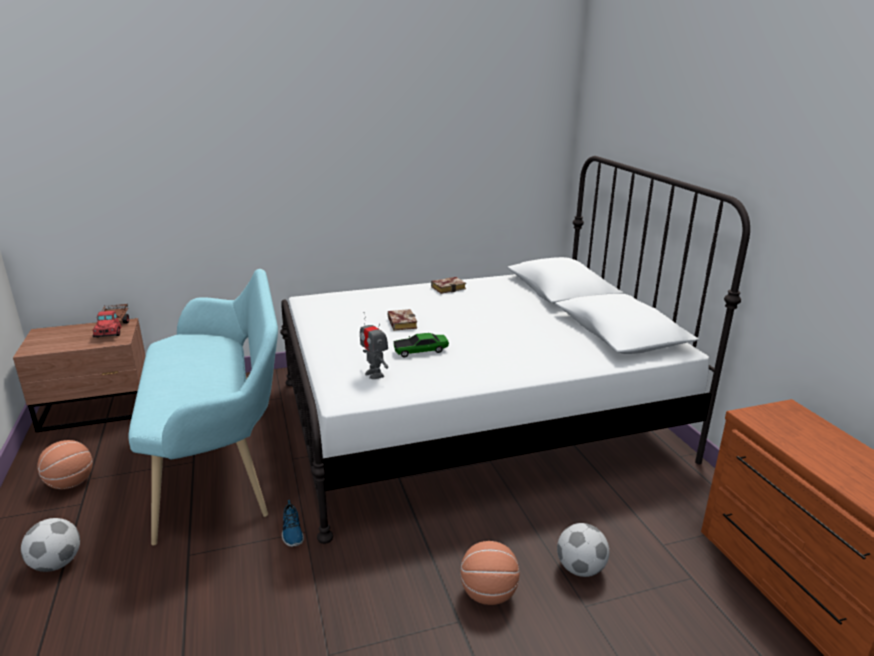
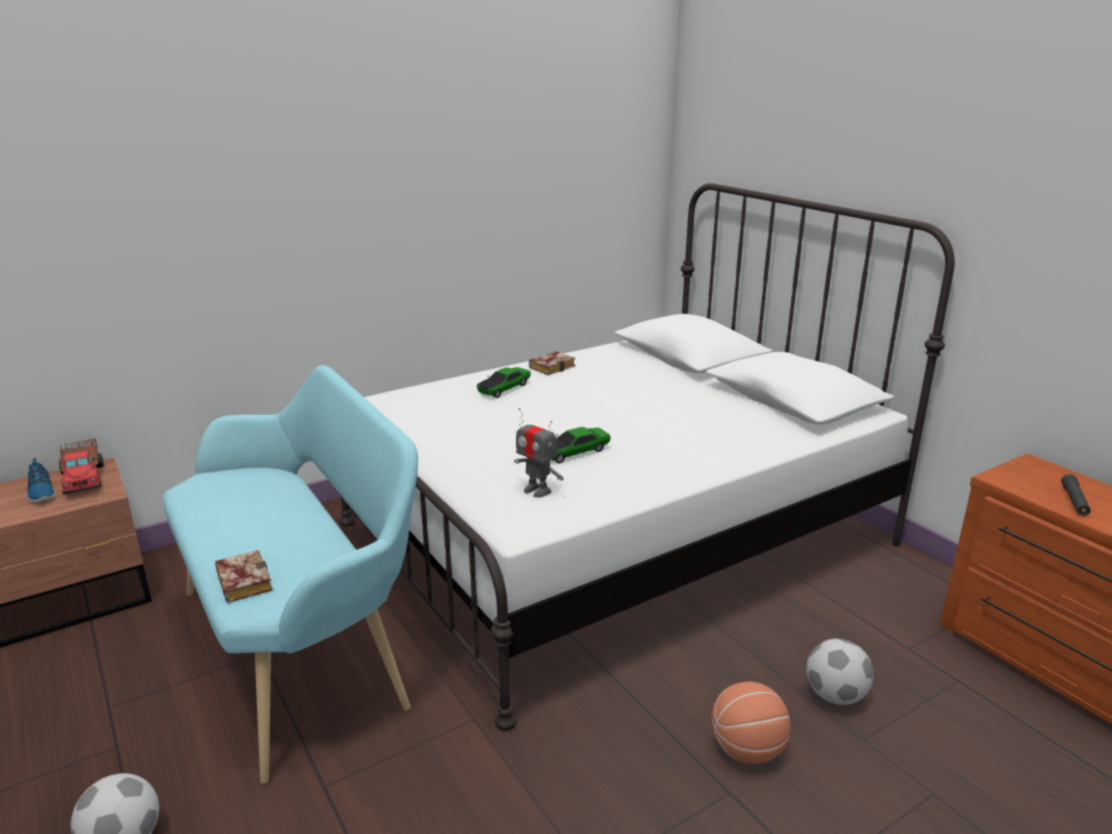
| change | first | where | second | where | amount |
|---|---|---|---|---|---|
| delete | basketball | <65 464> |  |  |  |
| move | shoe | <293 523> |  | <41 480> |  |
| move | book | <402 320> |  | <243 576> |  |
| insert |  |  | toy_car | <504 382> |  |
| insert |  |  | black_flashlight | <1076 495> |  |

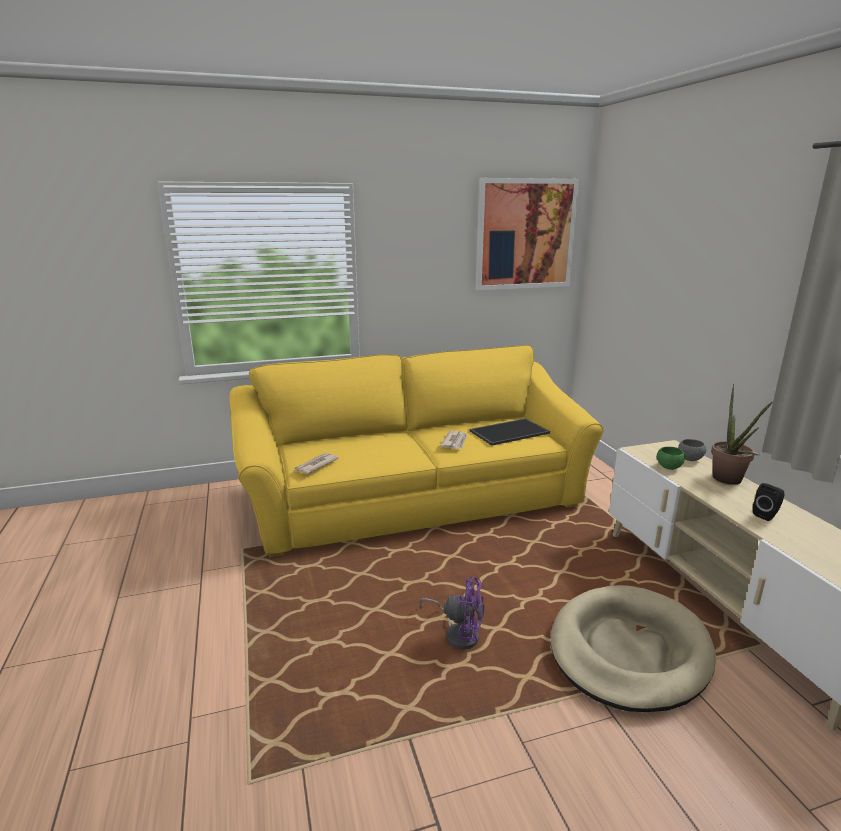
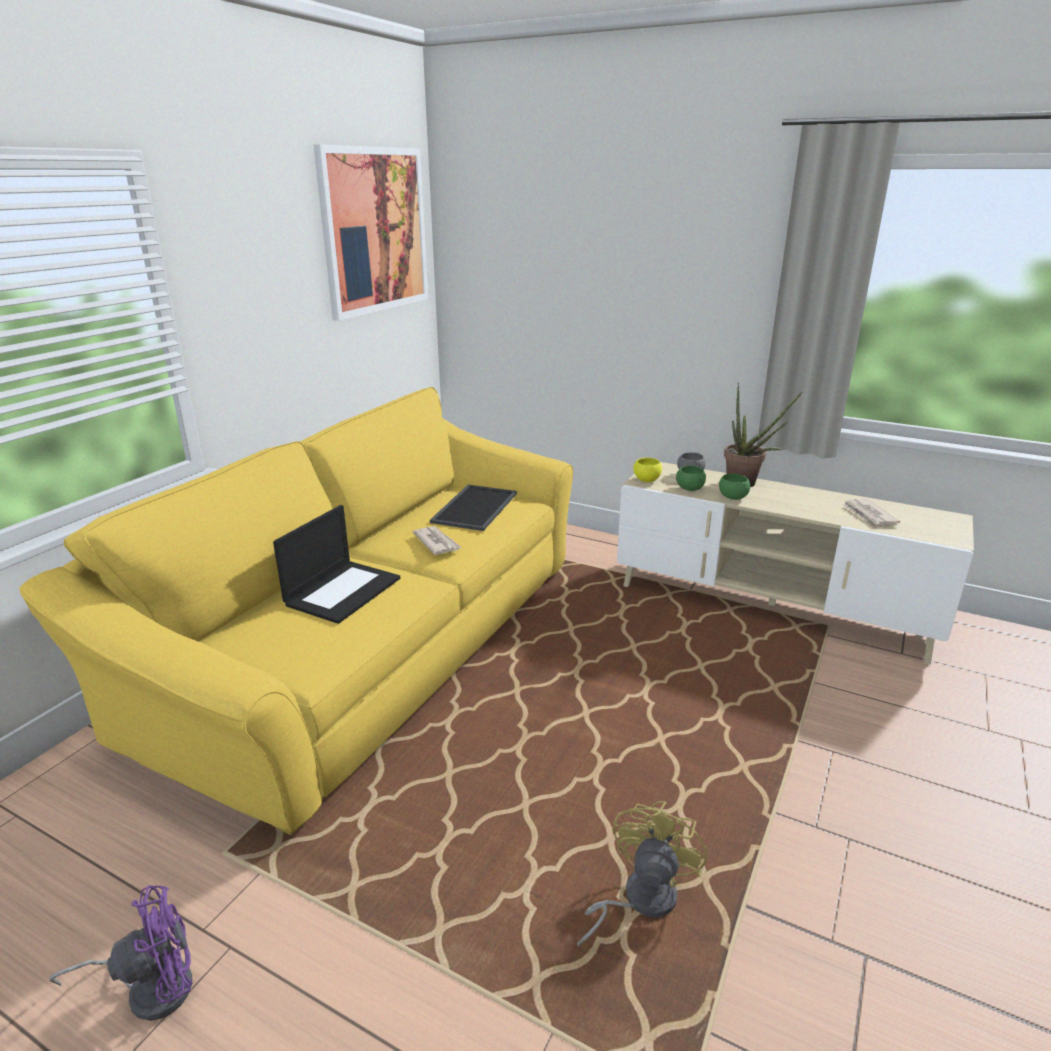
| change | first | where | second | where | amount |
|---|---|---|---|---|---|
| move | newspaper | <316 463> |  | <871 514> |  |
| move | purple_fan | <451 613> |  | <121 953> |  |
| delete | beige_dog_bed | <633 648> |  |  |  |
| delete | black_speaker | <768 502> |  |  |  |
| insert |  |  | laptop | <336 564> |  |
| insert |  |  | yellow_fan | <642 873> |  |
| insert |  |  | yellow_bowl | <647 470> |  |
| insert |  |  | green_bowl | <734 487> |  |

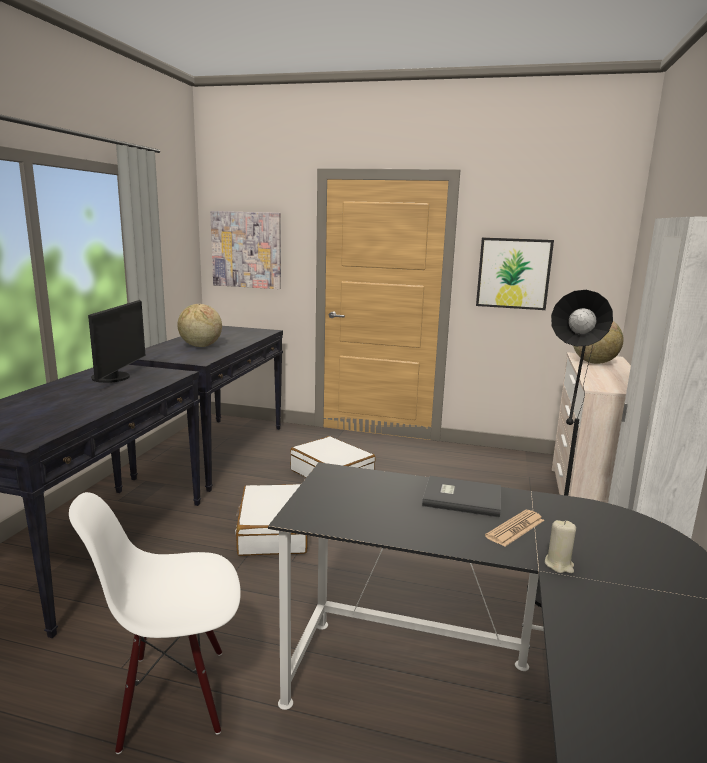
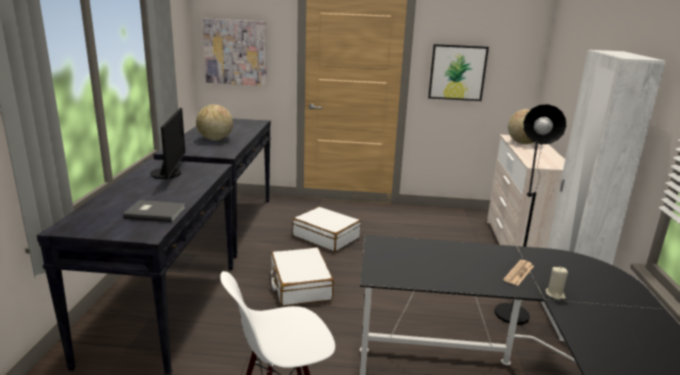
| change | first | where | second | where | amount |
|---|---|---|---|---|---|
| move | grey_book | <461 497> |  | <154 211> |  |

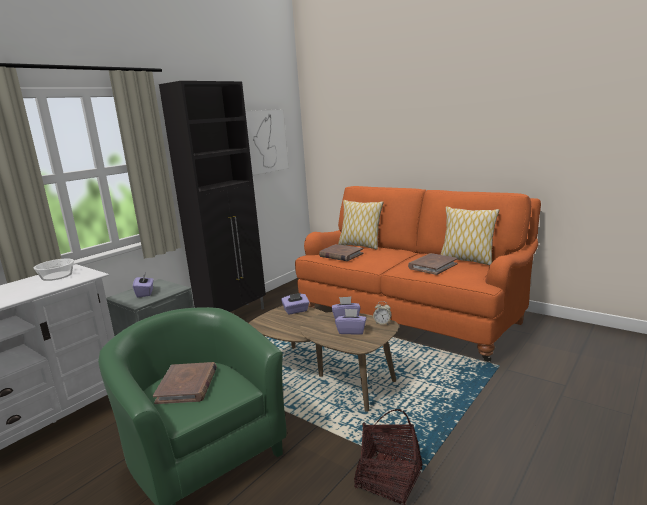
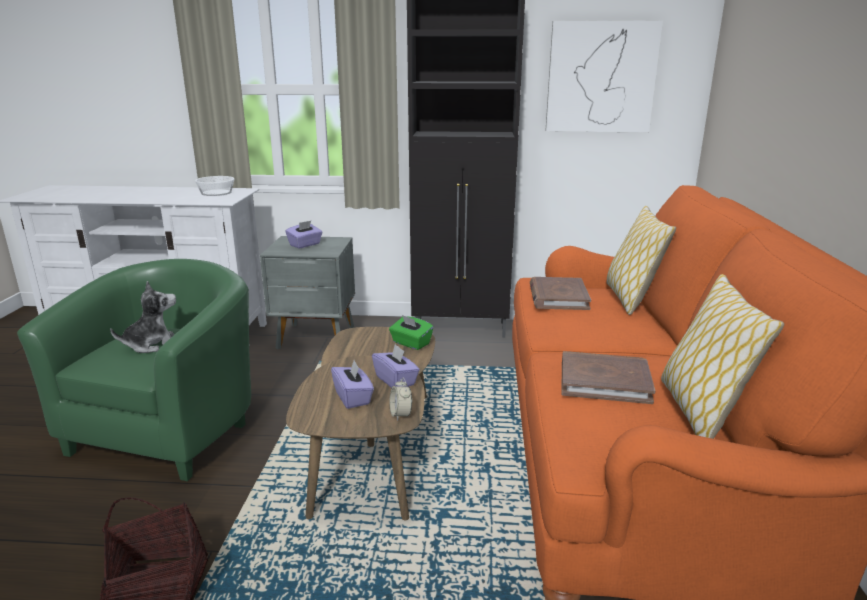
| change | first | where | second | where | amount |
|---|---|---|---|---|---|
| replace | brown_book | <185 383> | plush_toy | <143 317> |  |
| recolor | purple_tissue_box | <295 304> | green_tissue_box | <411 332> |  |

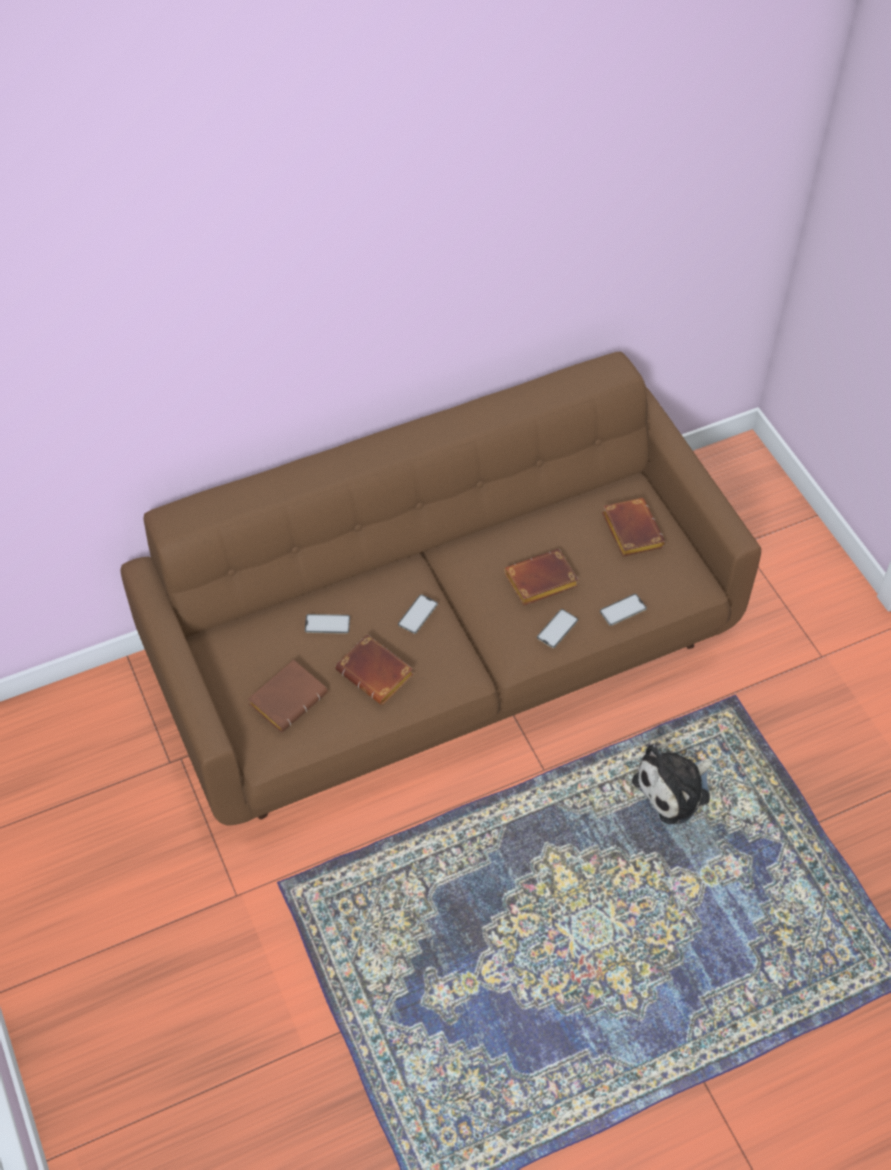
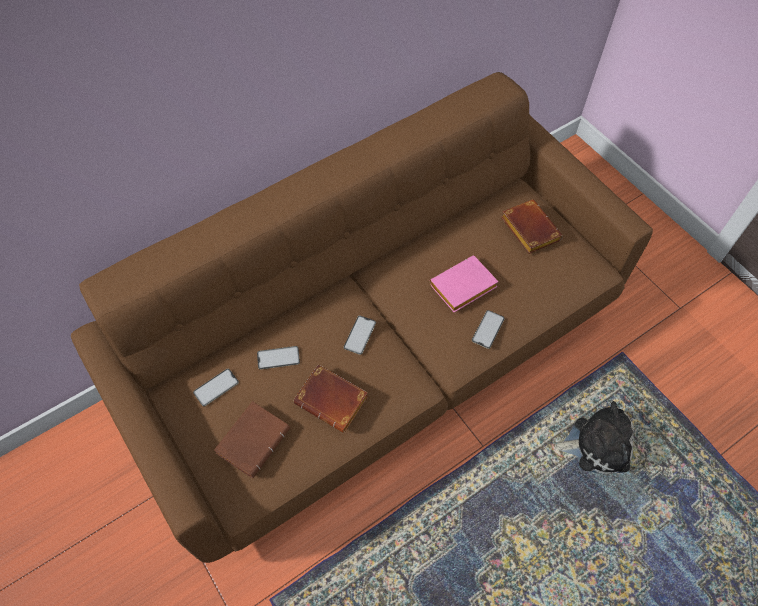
| change | first | where | second | where | amount |
|---|---|---|---|---|---|
| recolor | brown_book | <541 577> | pink_book | <464 283> |  |
| move | phone | <623 610> |  | <216 387> |  |
| rotate | plush_toy | <672 784> |  | <594 438> | 135 degrees counterclockwise |

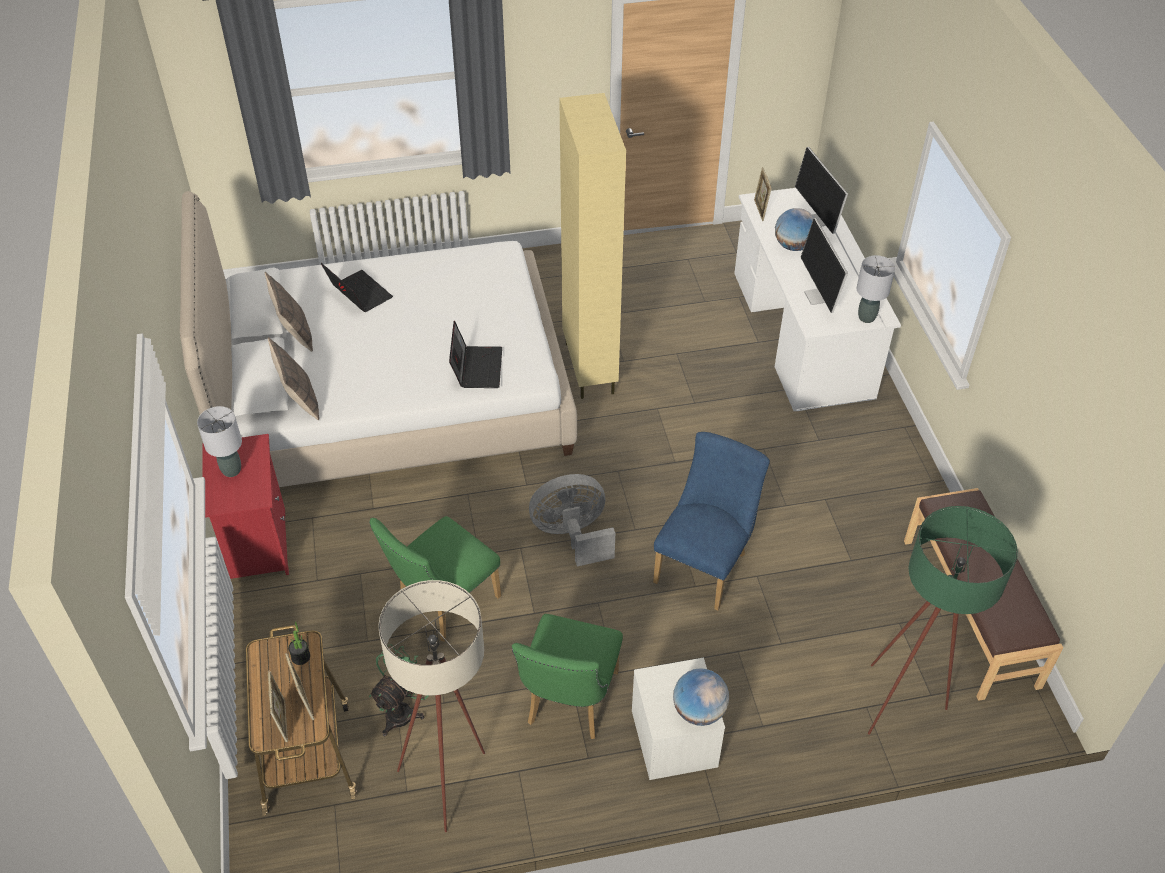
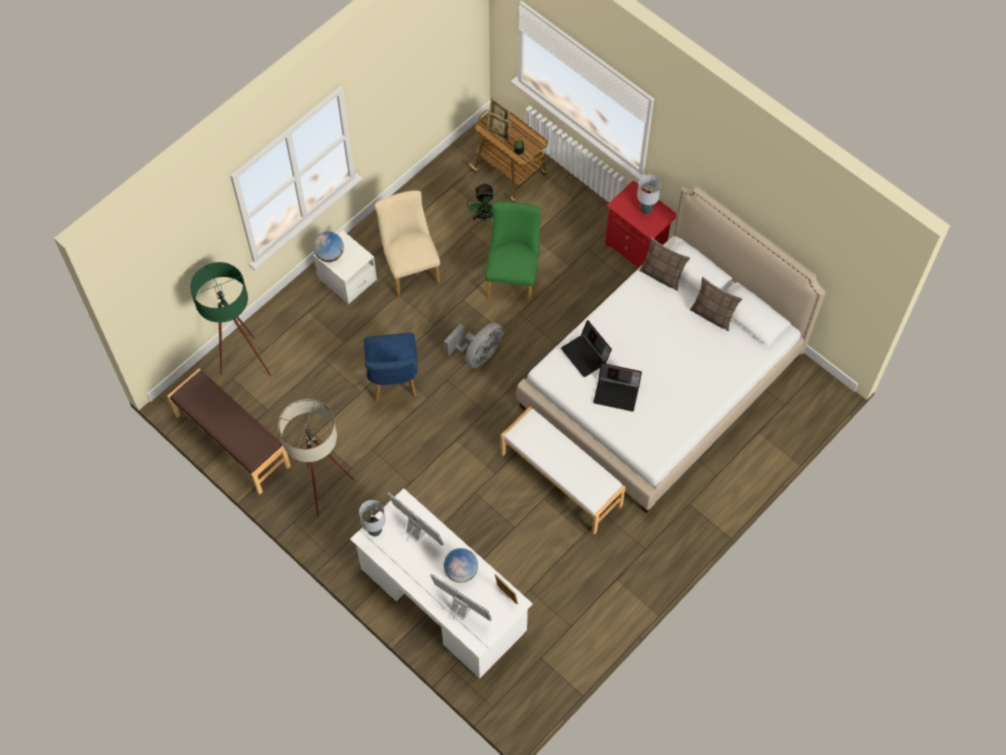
| change | first | where | second | where | amount |
|---|---|---|---|---|---|
| move | laptop | <357 287> |  | <617 387> |  |
| move | beige_floor_lamp | <431 706> |  | <316 458> |  |
| recolor | green_chair | <567 676> | beige_chair | <407 242> |  |
| replace | beige_cabinet | <592 246> | white_bench | <563 470> |  |

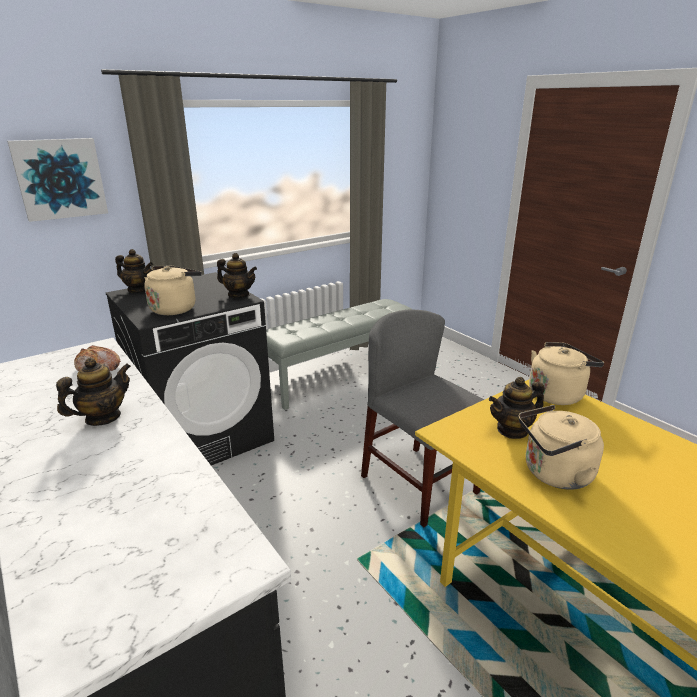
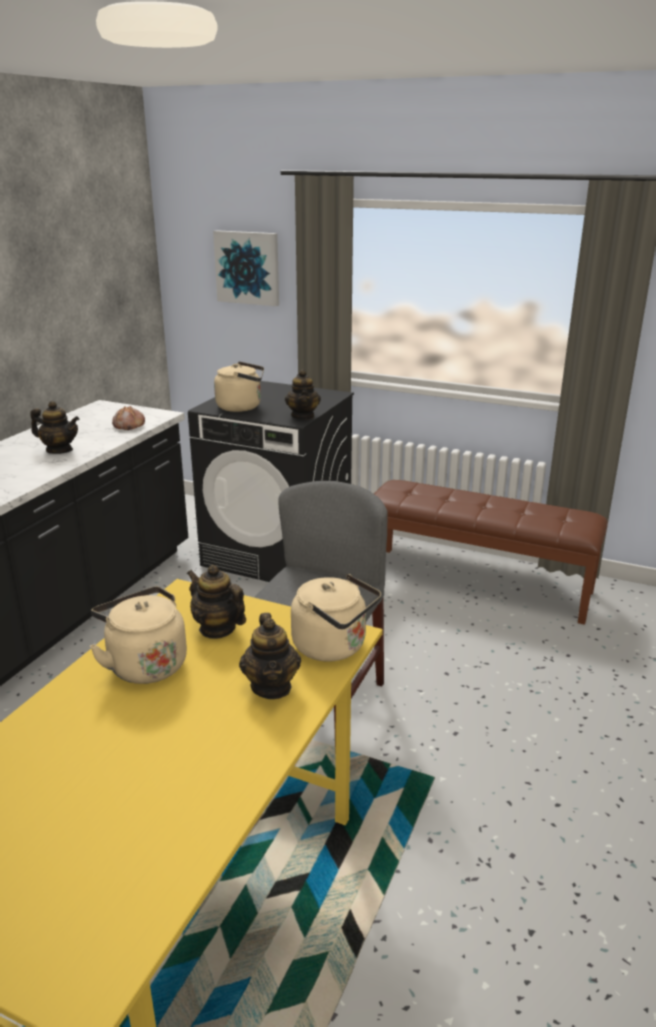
| change | first | where | second | where | amount |
|---|---|---|---|---|---|
| move | teapot | <134 271> |  | <270 656> |  |
| recolor | grey_bench | <339 354> | brown_bench | <491 552> |  |

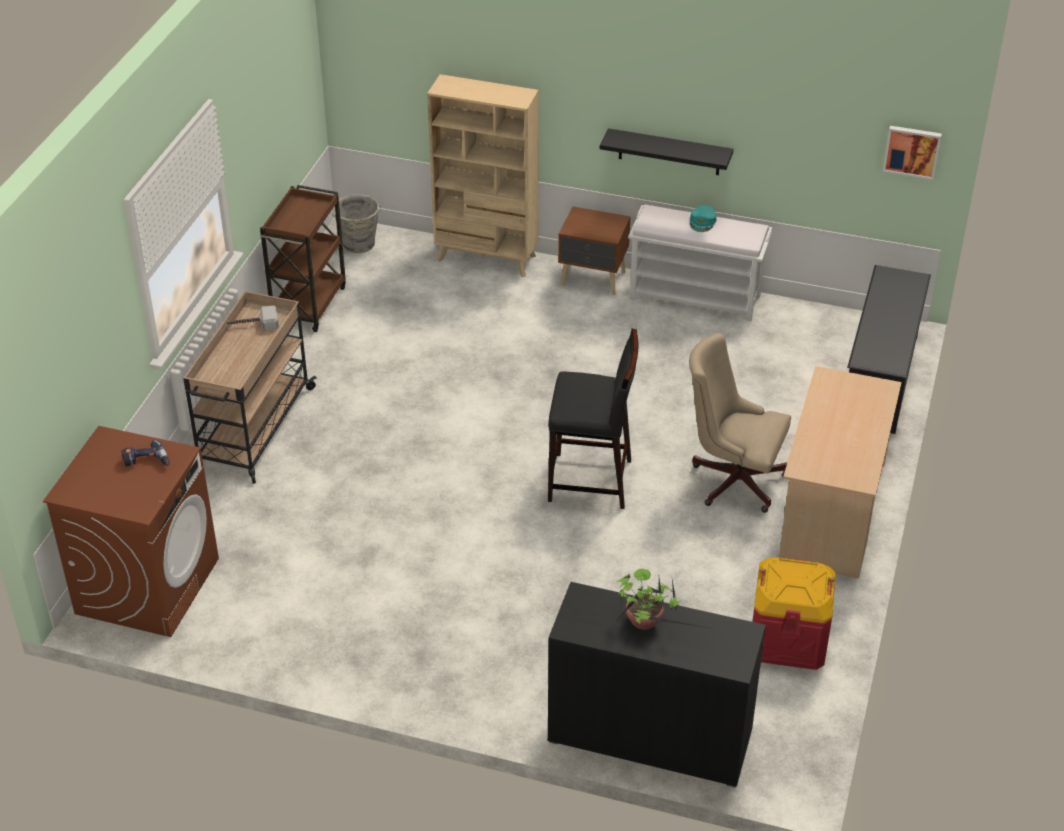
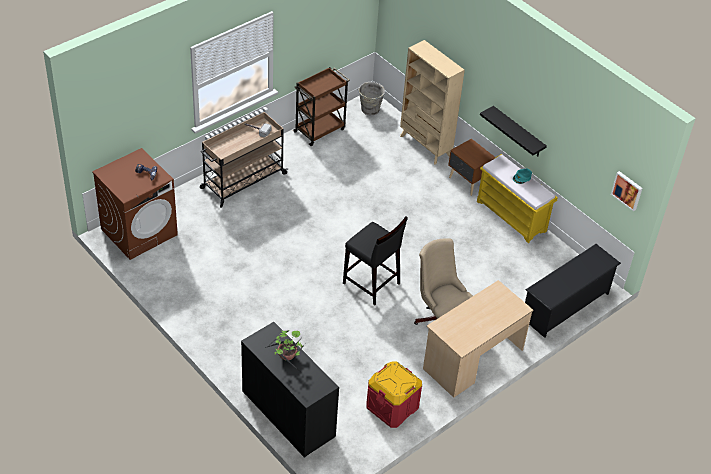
| change | first | where | second | where | amount |
|---|---|---|---|---|---|
| recolor | white_bench | <700 263> | yellow_bench | <517 198> |  |

